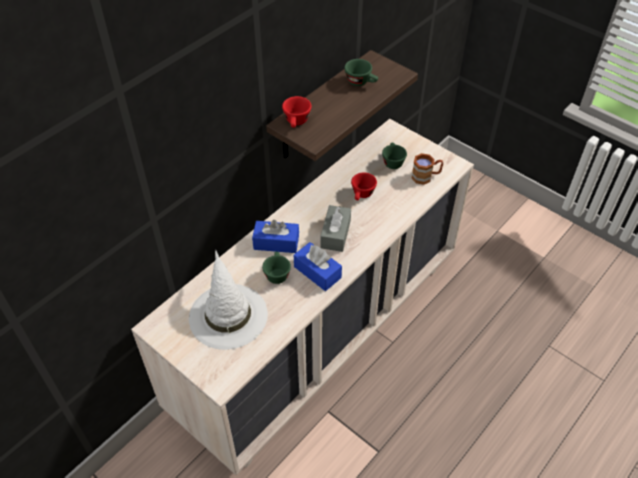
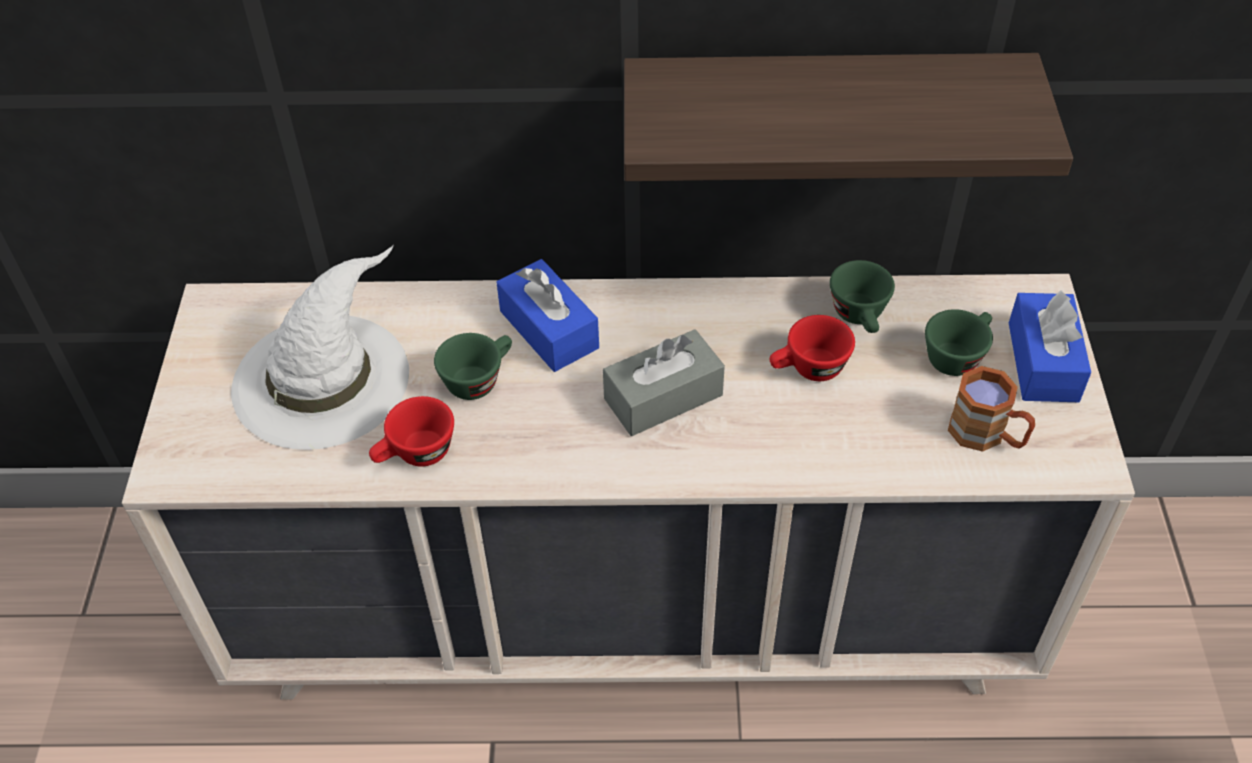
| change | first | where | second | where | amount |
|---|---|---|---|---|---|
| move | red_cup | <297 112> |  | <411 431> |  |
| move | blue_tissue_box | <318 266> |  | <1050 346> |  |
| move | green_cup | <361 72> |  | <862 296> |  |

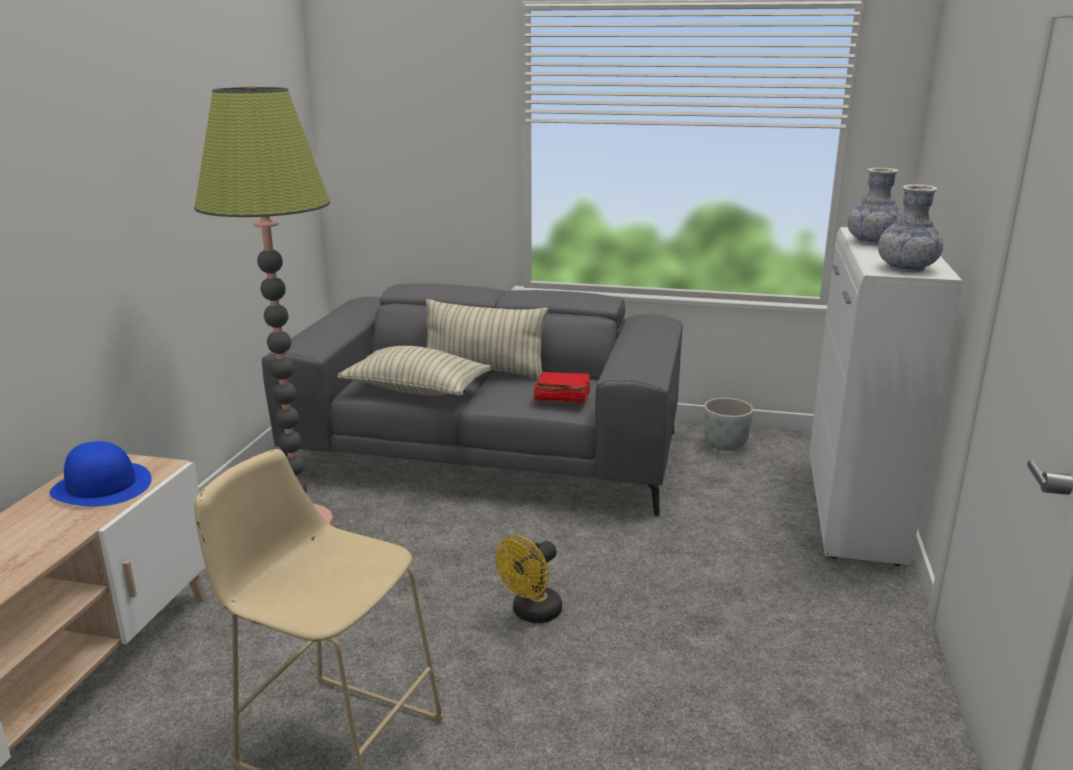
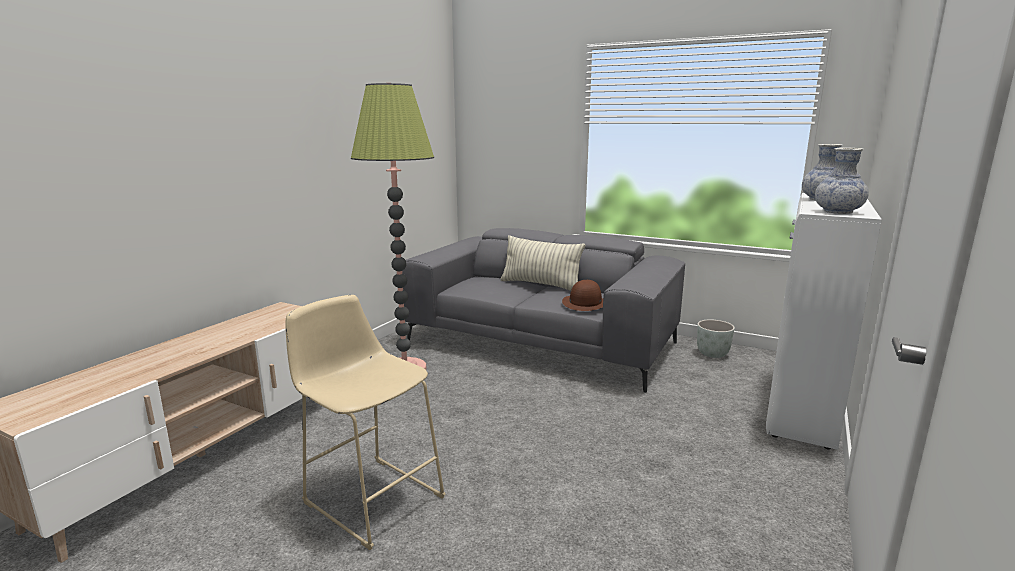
| change | first | where | second | where | amount |
|---|---|---|---|---|---|
| delete | blue_hat | <101 474> |  |  |  |
| delete | pillow | <414 371> |  |  |  |
| delete | yellow_fan | <528 579> |  |  |  |
| replace | red_book | <562 387> | brown_hat | <582 295> |  |

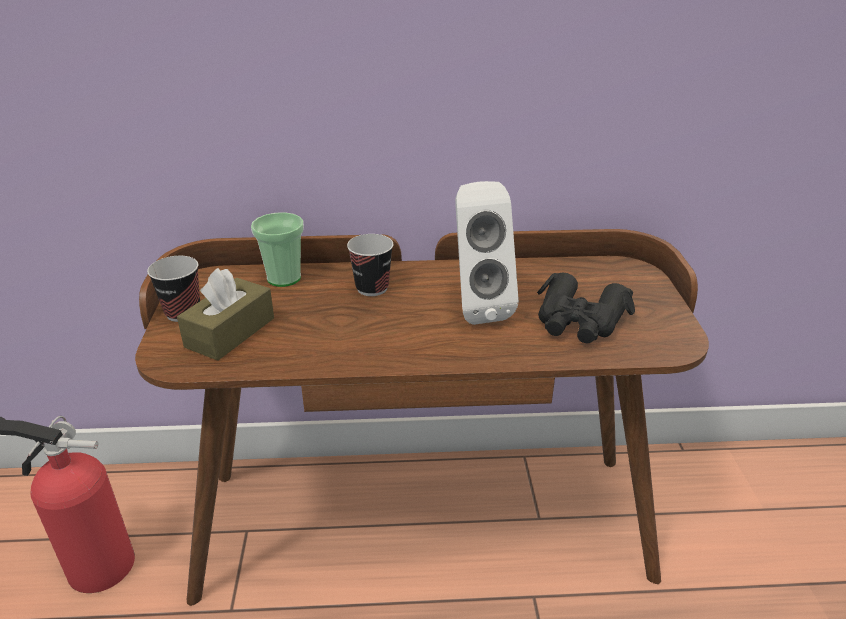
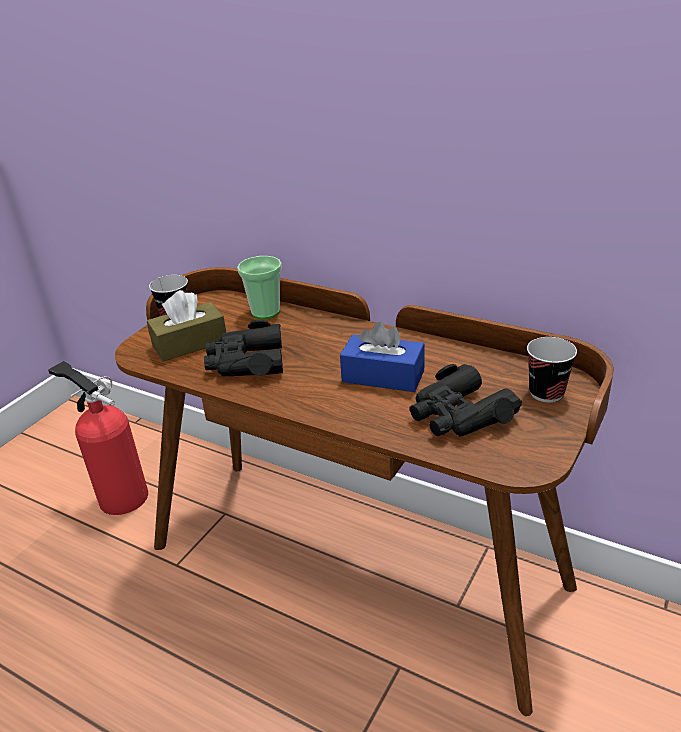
| change | first | where | second | where | amount |
|---|---|---|---|---|---|
| move | cup | <370 265> |  | <552 369> |  |
| replace | white_speaker | <487 253> | blue_tissue_box | <382 357> |  |
| insert |  |  | black_binoculars | <243 348> |  |

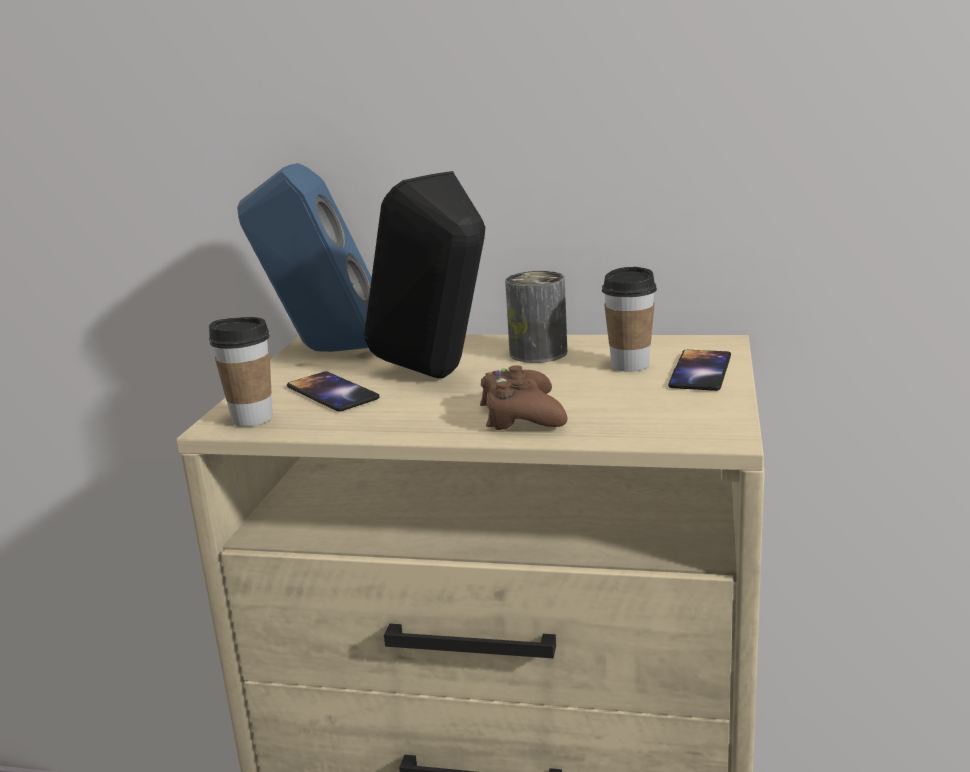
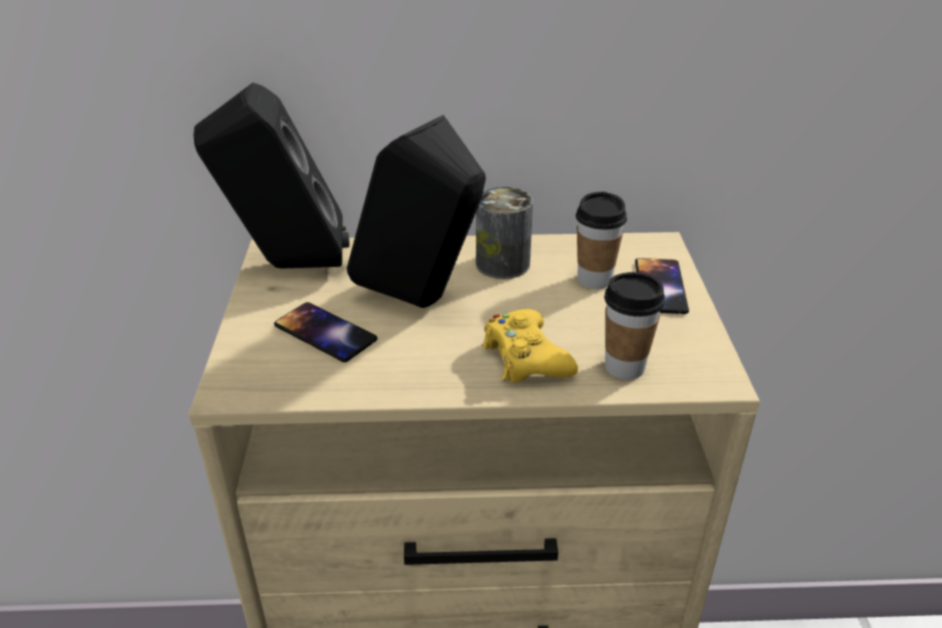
| change | first | where | second | where | amount |
|---|---|---|---|---|---|
| move | cup | <241 372> |  | <634 326> |  |
| recolor | blue_speaker | <304 257> | black_speaker | <272 175> |  |
| recolor | brown_game_controller | <524 397> | yellow_game_controller | <530 346> |  |

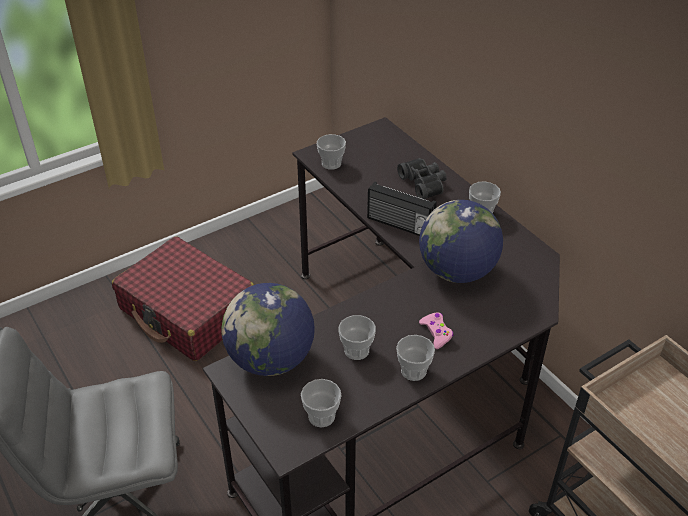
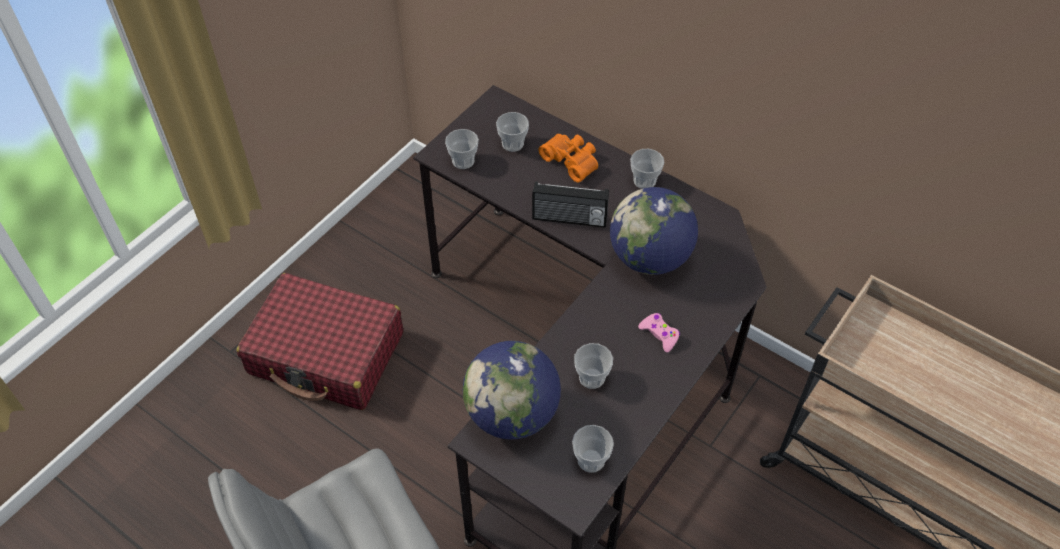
| change | first | where | second | where | amount |
|---|---|---|---|---|---|
| move | cup | <415 358> |  | <512 132> |  |
| recolor | black_binoculars | <422 178> | orange_binoculars | <568 158> |  |

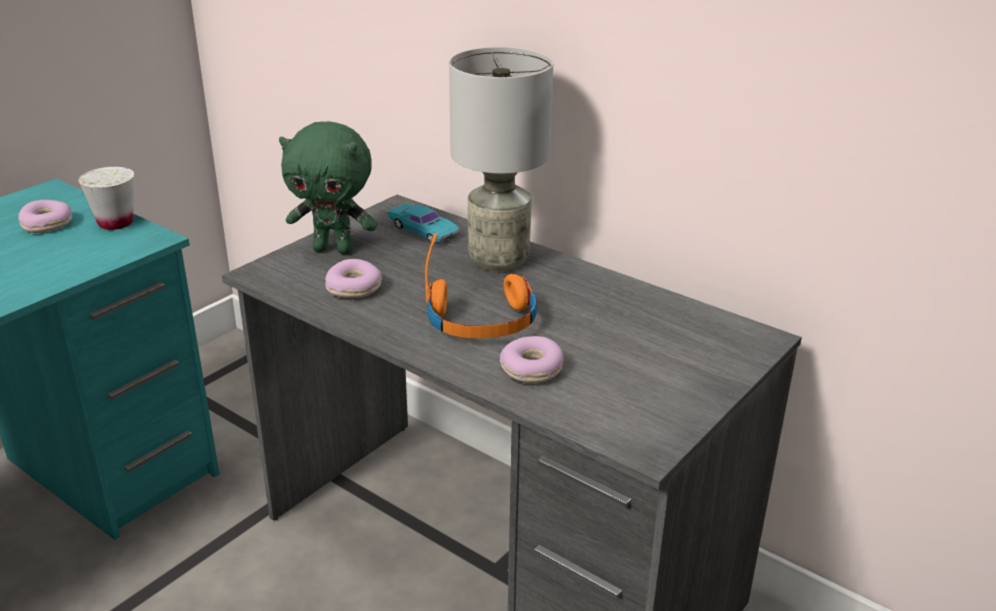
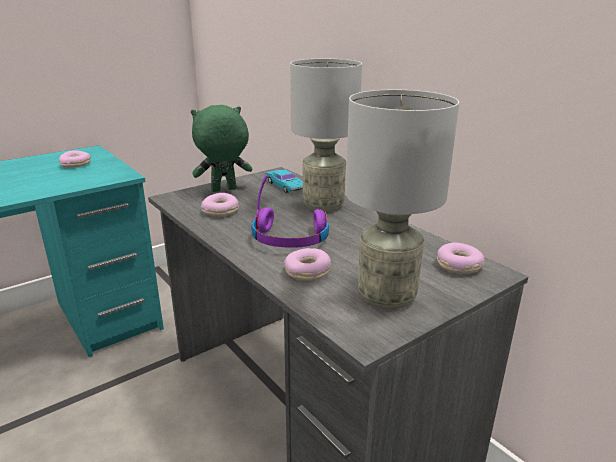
| change | first | where | second | where | amount |
|---|---|---|---|---|---|
| delete | white_cup | <106 198> |  |  |  |
| rotate | green_plush_toy | <328 187> |  | <221 148> | 135 degrees clockwise |
| recolor | orange_headphones | <481 285> | purple_headphones | <290 211> |  |
| insert |  |  | grey_table_lamp | <402 200> |  |
| insert |  |  | donut | <461 258> |  |

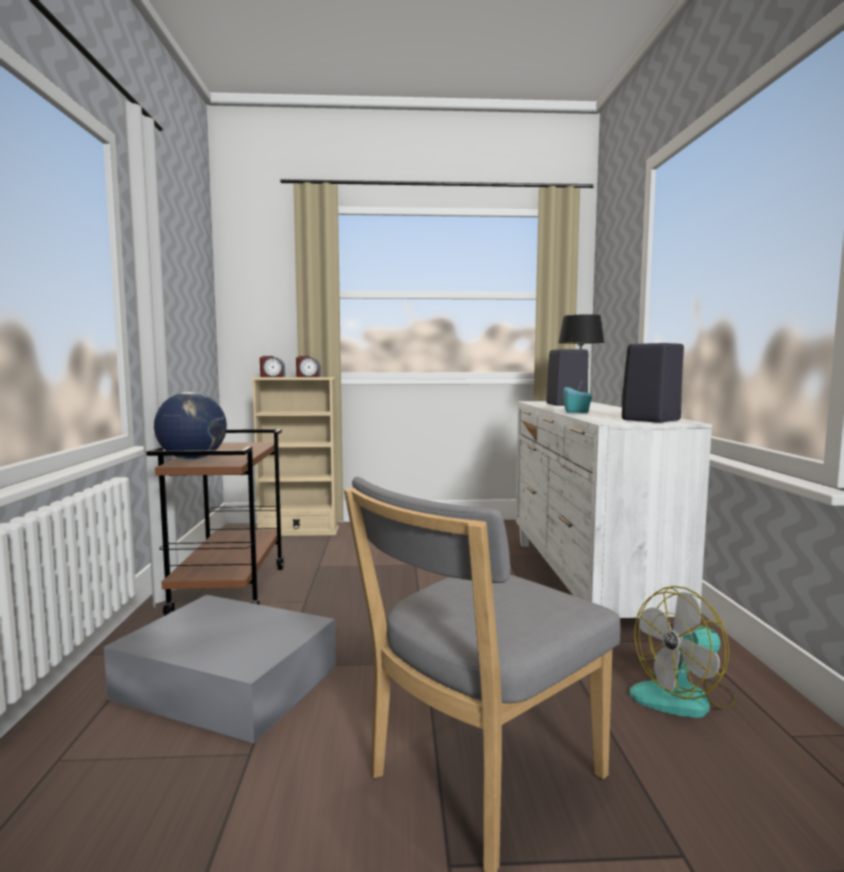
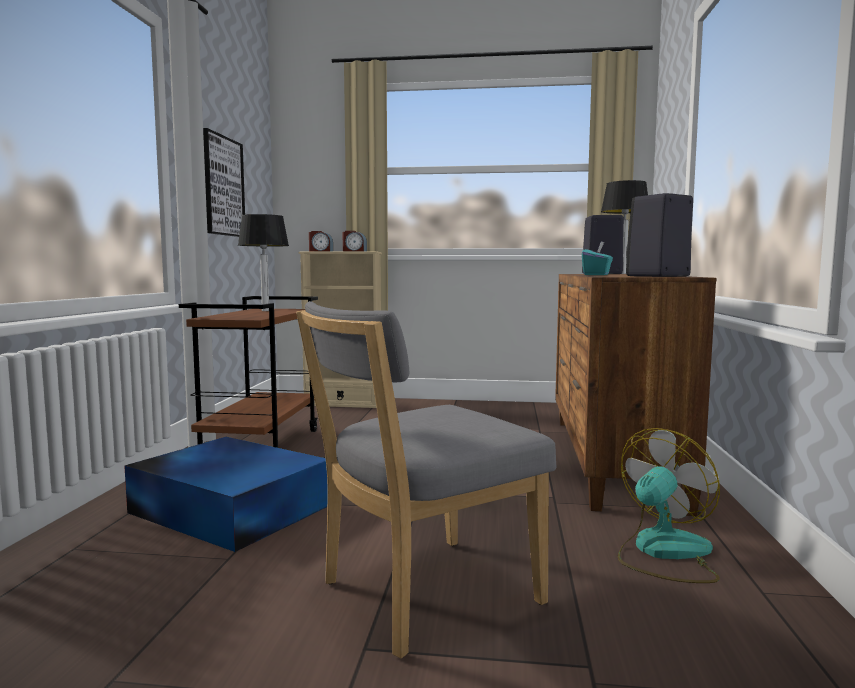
| change | first | where | second | where | amount |
|---|---|---|---|---|---|
| recolor | grey_storage_box | <220 669> | blue_storage_box | <226 494> |  |
| delete | globe | <190 426> |  |  |  |
| recolor | white_dresser | <614 509> | brown_dresser | <636 395> |  |
| rotate | fan | <682 652> |  | <669 505> | 150 degrees clockwise |
| insert |  |  | picture | <224 182> |  |
| insert |  |  | table_lamp | <263 262> |  |

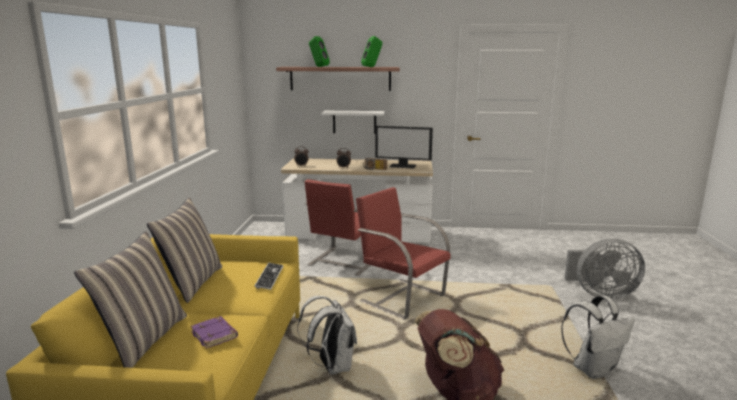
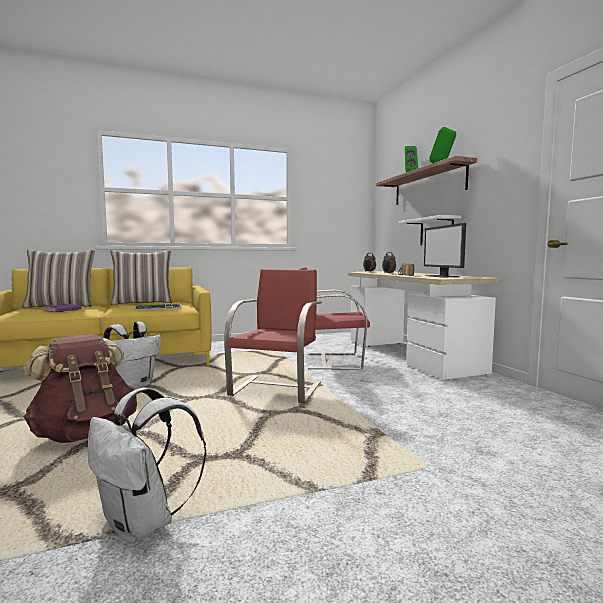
| change | first | where | second | where | amount |
|---|---|---|---|---|---|
| delete | grey_fan | <604 269> |  |  |  |

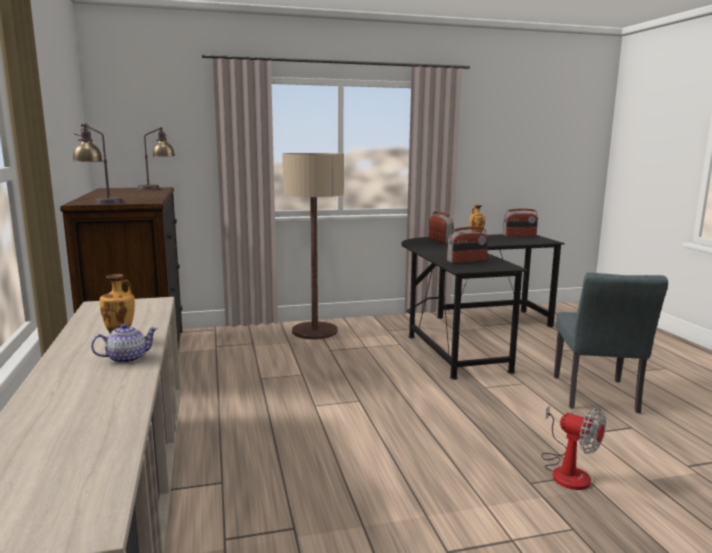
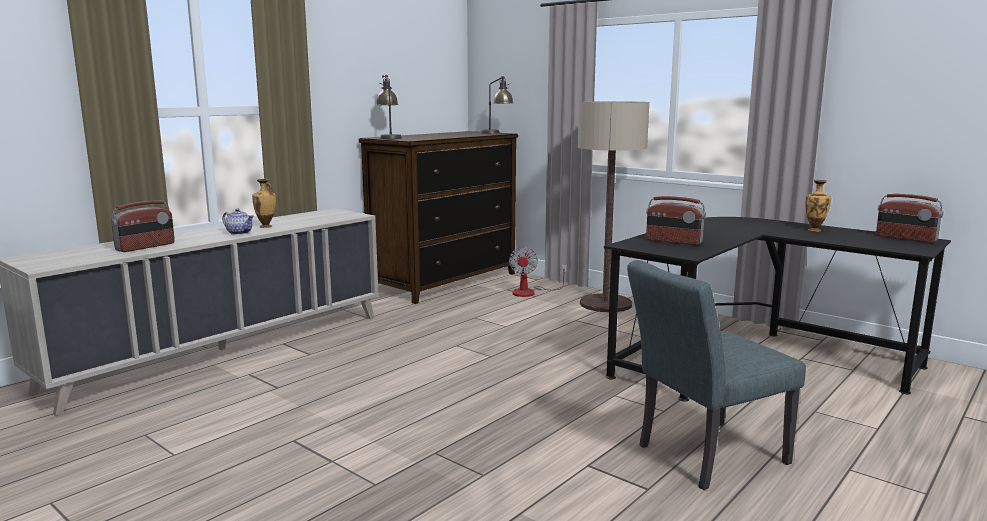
| change | first | where | second | where | amount |
|---|---|---|---|---|---|
| move | radio | <441 227> |  | <143 226> |  |
| move | fan | <573 448> |  | <538 272> |  |

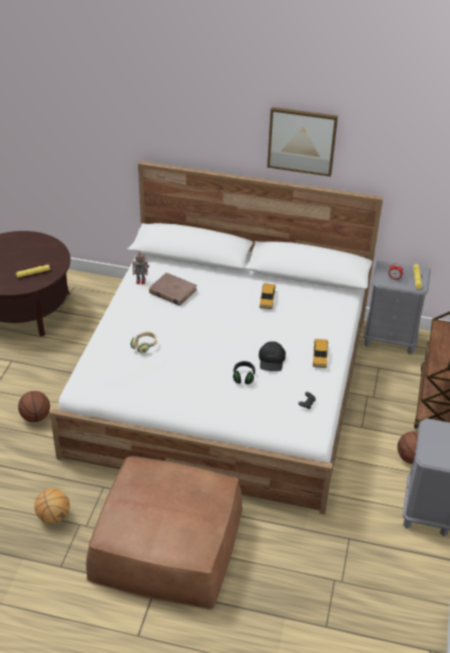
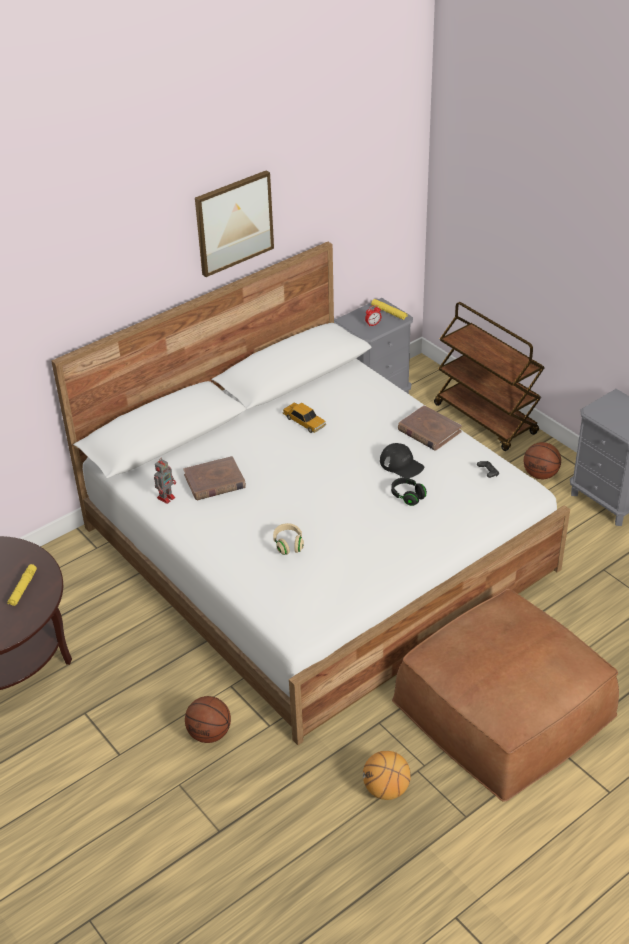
| change | first | where | second | where | amount |
|---|---|---|---|---|---|
| replace | toy_car | <320 353> | brown_book | <430 428> |  |

